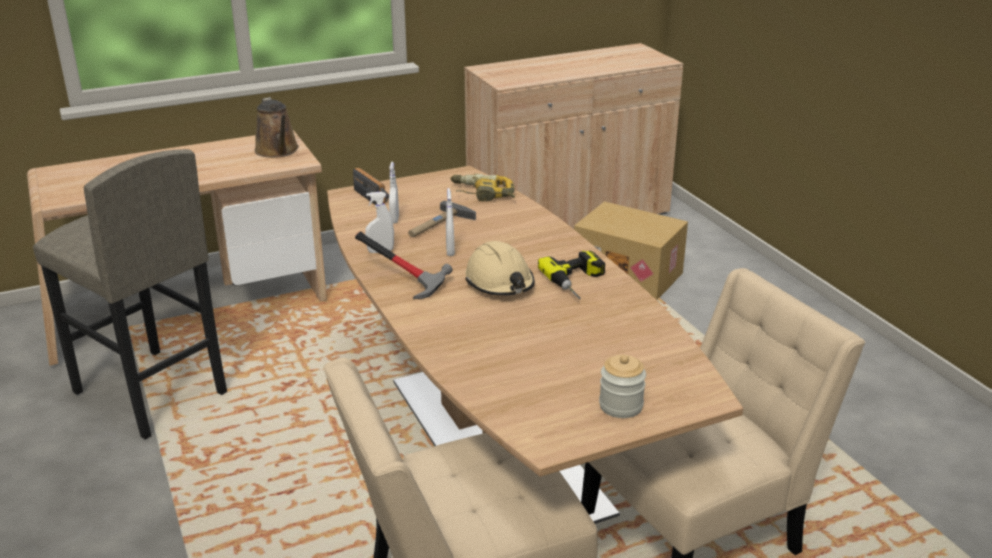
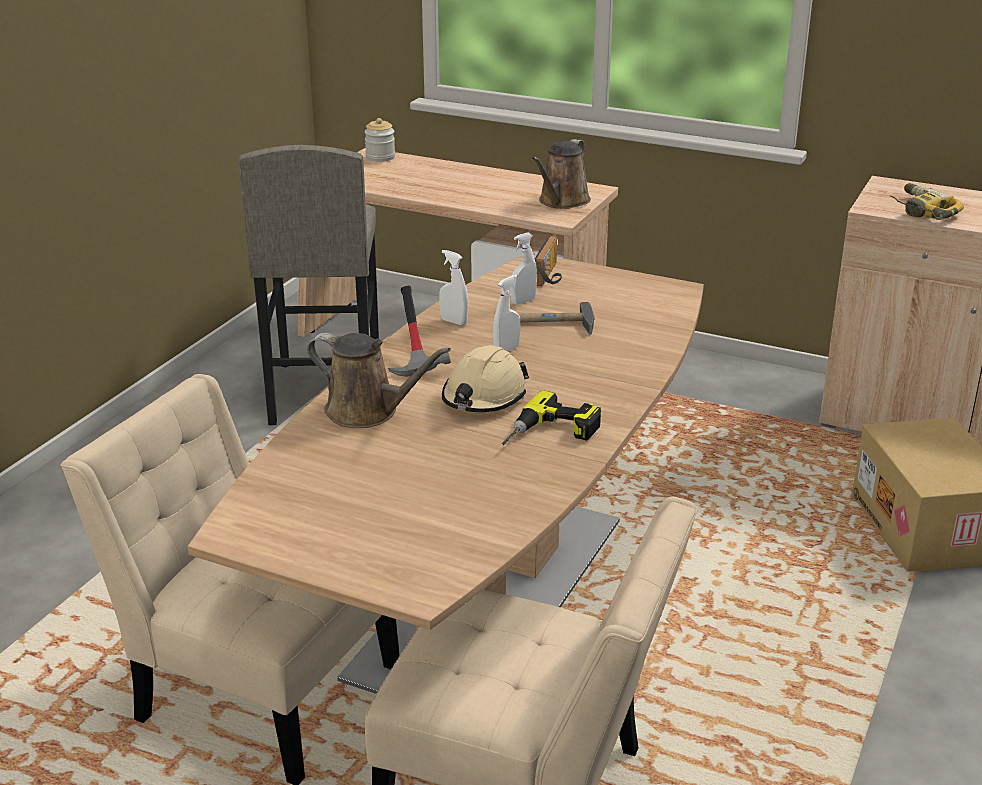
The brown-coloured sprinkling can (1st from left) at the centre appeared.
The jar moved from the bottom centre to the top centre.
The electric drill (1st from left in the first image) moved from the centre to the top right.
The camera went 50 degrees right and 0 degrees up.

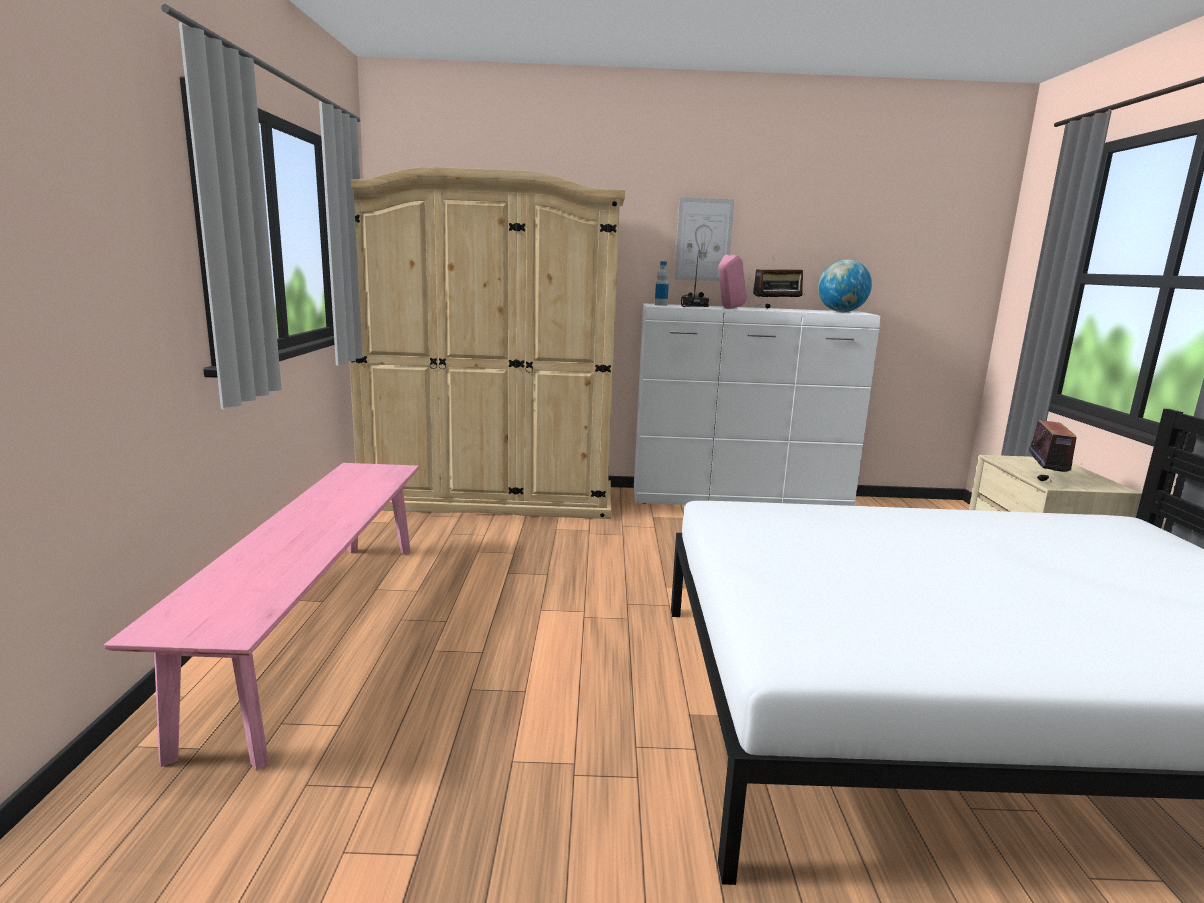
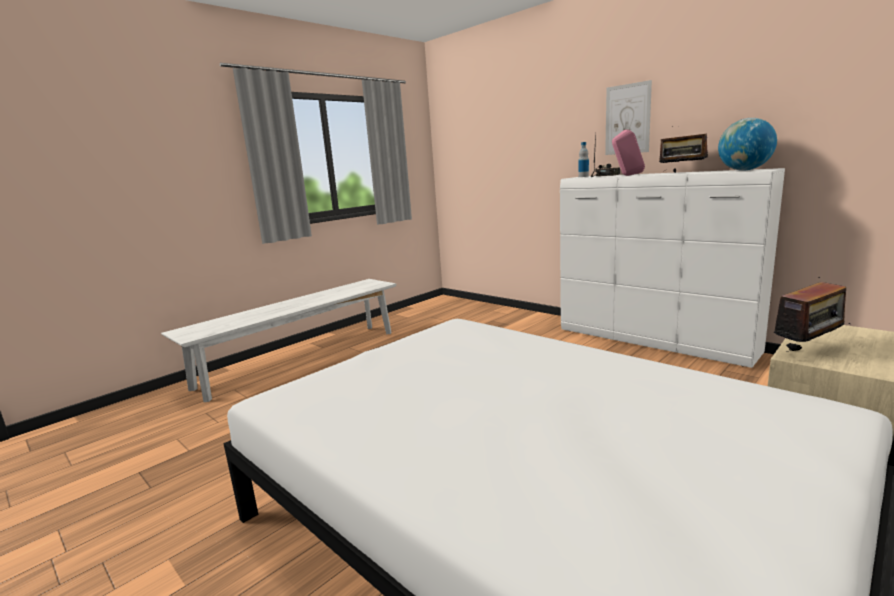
The pink long seat at the bottom left became the white-coloured long seat at the middle left.
The sand-coloured armoire at the centre disappeared.
The camera went 45 degrees right and 0 degrees up.

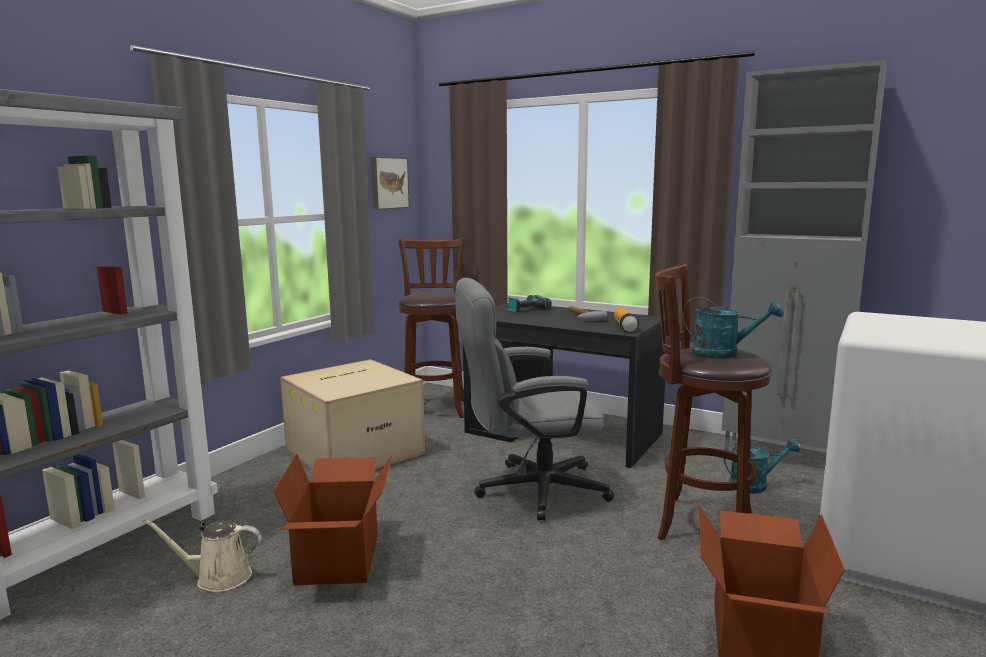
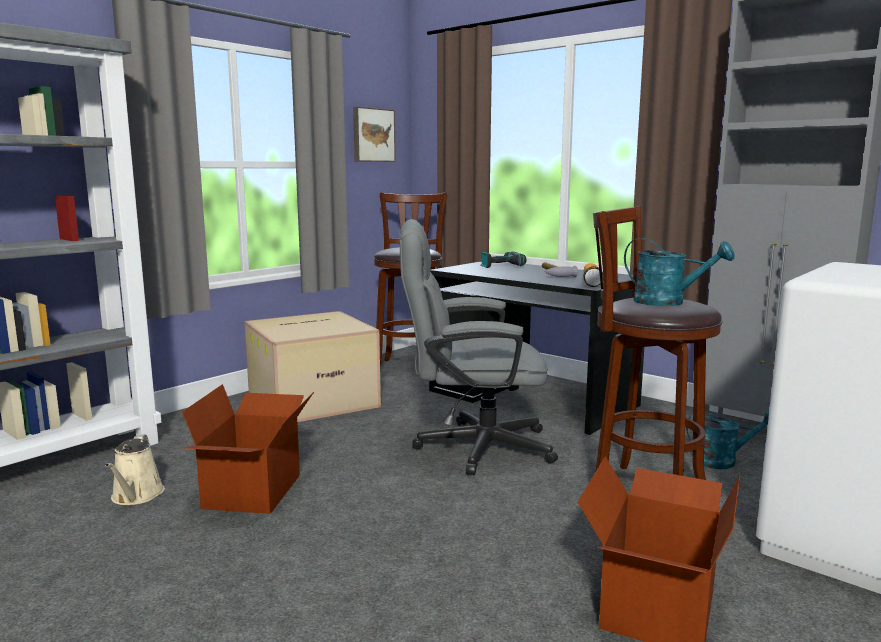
The sand-coloured sprinkling can at the bottom left turned 105 degrees counterclockwise.
The camera went 10 degrees right and 0 degrees up.

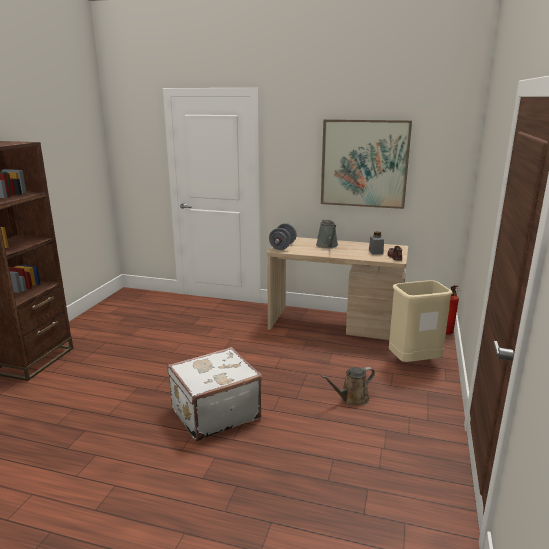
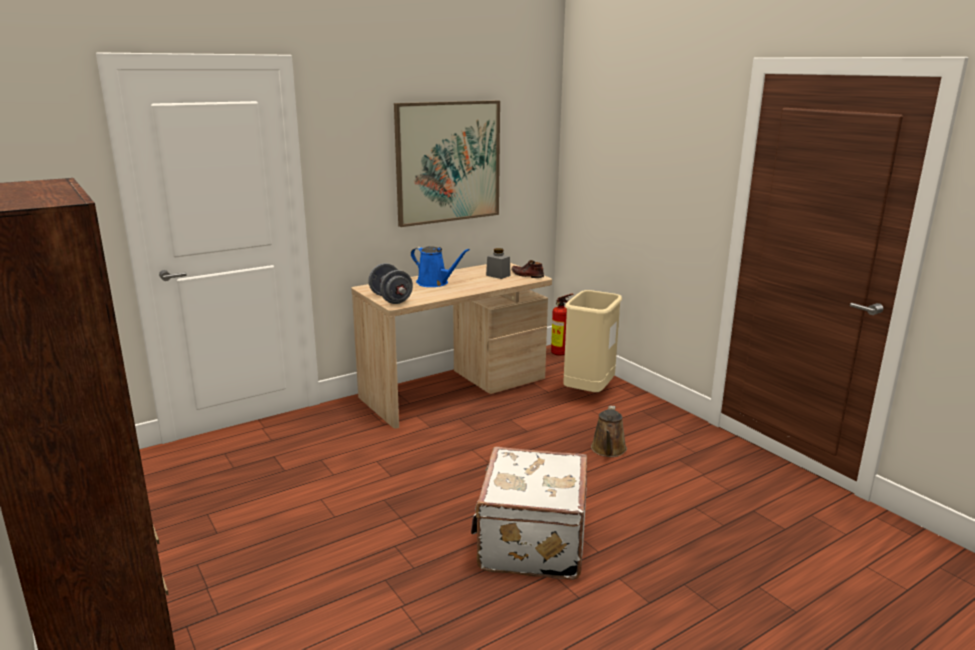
The grey sprinkling can at the centre became the blue sprinkling can at the centre.
The camera went 50 degrees left and 0 degrees up.

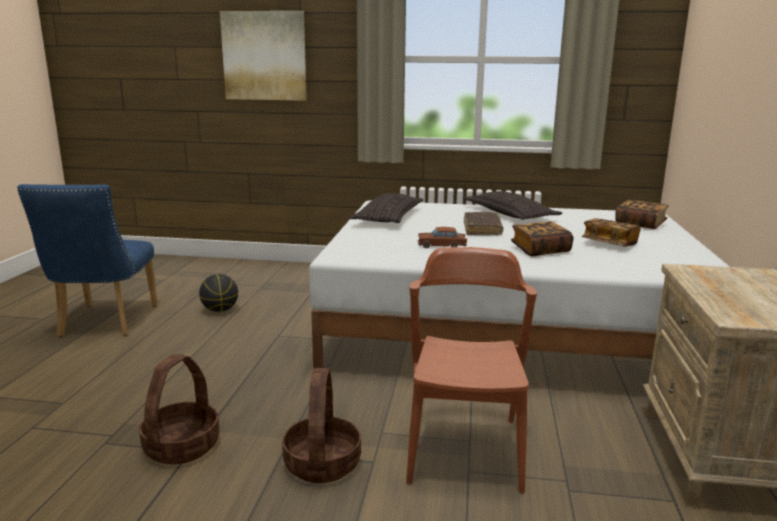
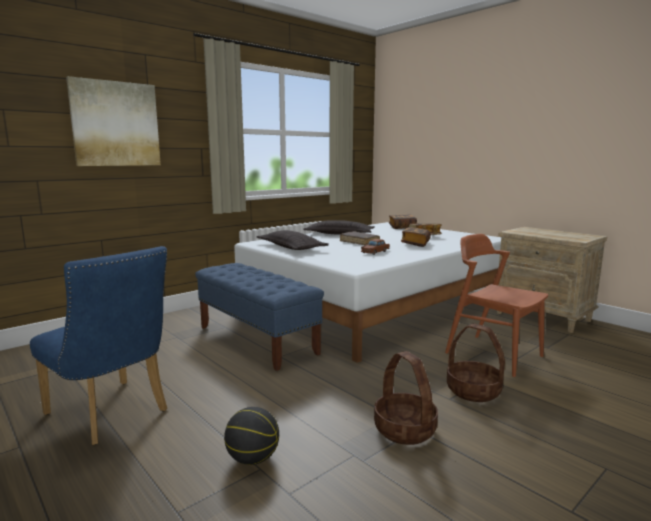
The blue long seat at the centre appeared.
The basketball ball moved from the middle left to the bottom centre.
The camera went 50 degrees left and 5 degrees down.

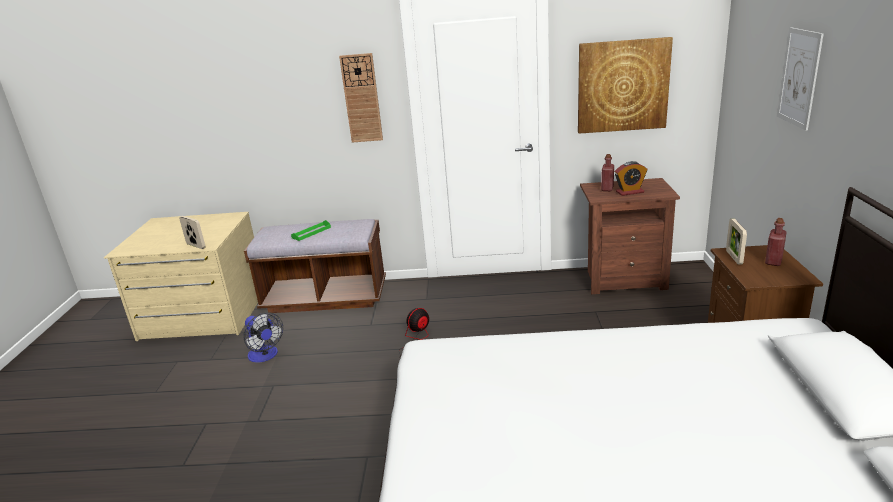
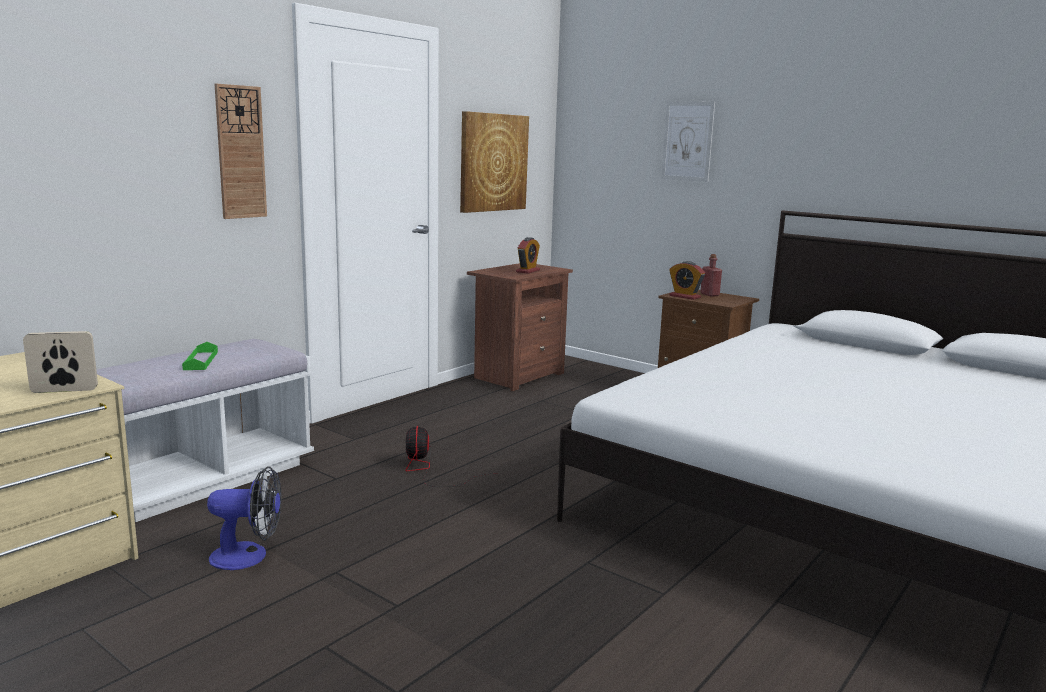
The brown-coloured long seat at the centre became the white-coloured long seat at the middle left.
The picture frame (2nd from left) at the middle right was replaced by the bedside clock (2nd from left) at the centre.
The reddish bottle (1st from left) at the middle right disappeared.
The camera went 55 degrees left and 10 degrees down.

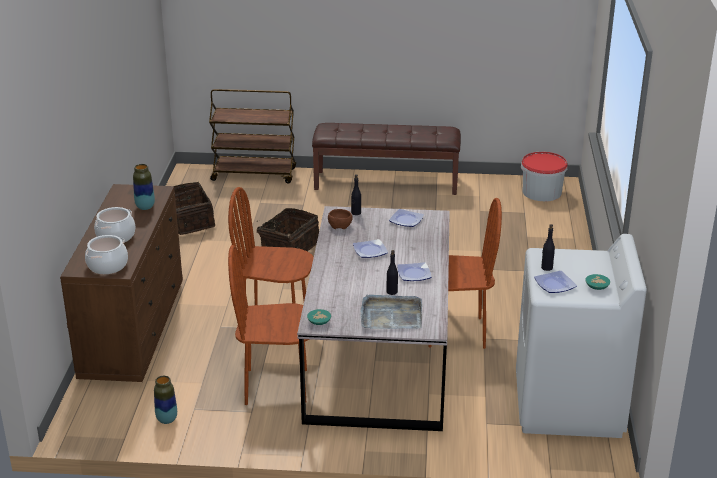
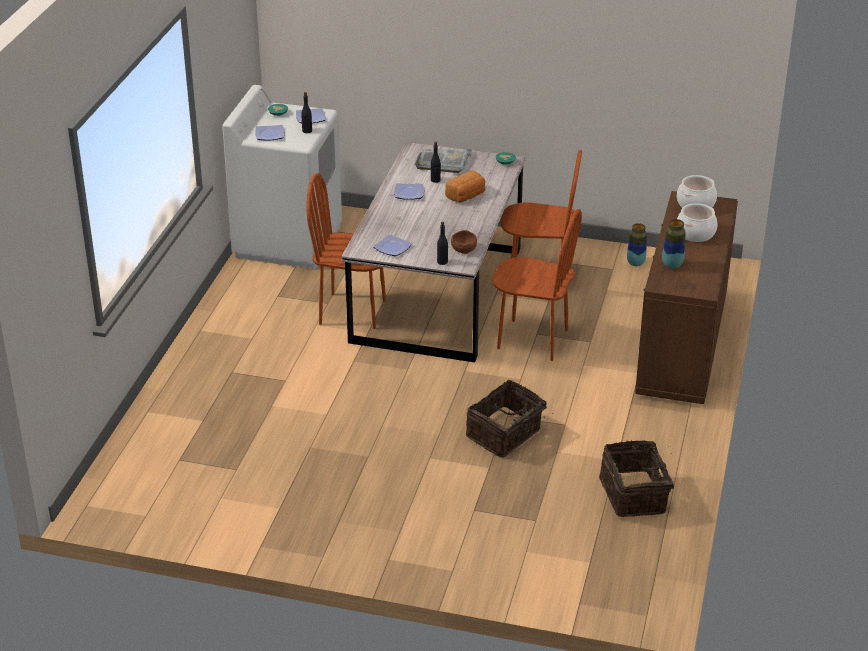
The dinner plate (1st from left) moved from the centre to the top left.
The bread at the top centre appeared.
The brown-coloured wheeled cart at the top centre disappeared.
The brown-coloured long seat at the top centre disappeared.
The pail at the middle right disappeared.
The camera went 170 degrees left and 5 degrees up.

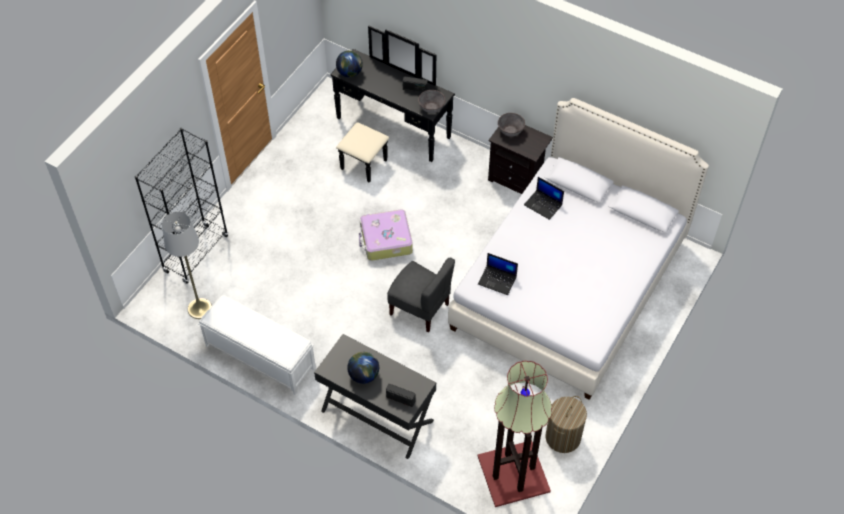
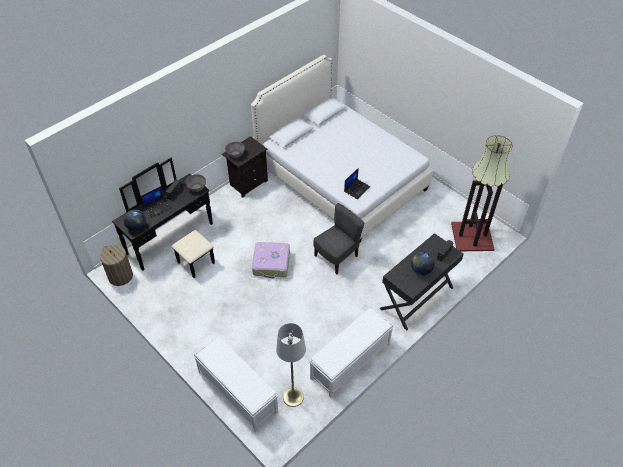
The laundry basket moved from the bottom right to the middle left.
The laptop (2nd from left in the first image) moved from the centre to the middle left.
The blackish bookshelf at the middle left was replaced by the white-coloured long seat (1st from left) at the bottom centre.
The camera went 75 degrees left and 5 degrees down.

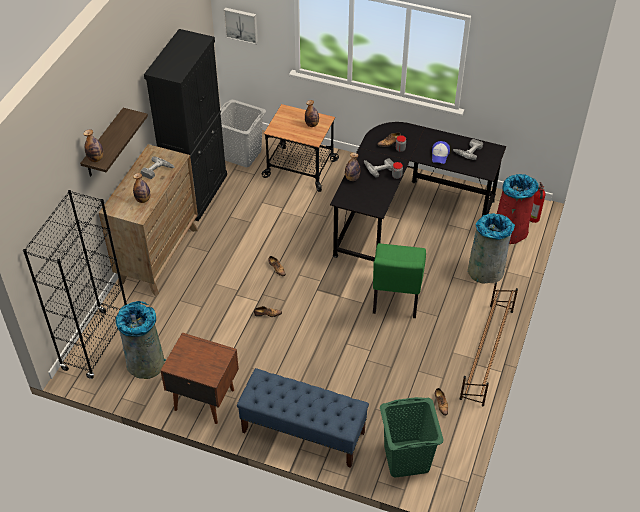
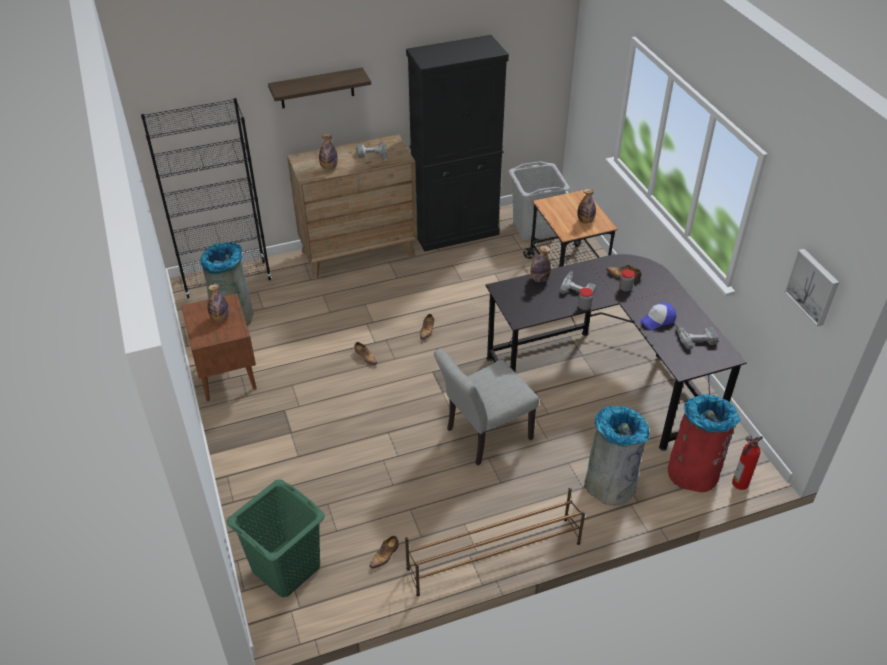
The bottle (1st from left) moved from the top left to the middle left.
The green-coloured upright chair at the centre became the grey upright chair at the centre.
The wall art moved from the top centre to the middle right.
The blue long seat at the bottom centre disappeared.
The camera went 50 degrees right and 5 degrees down.

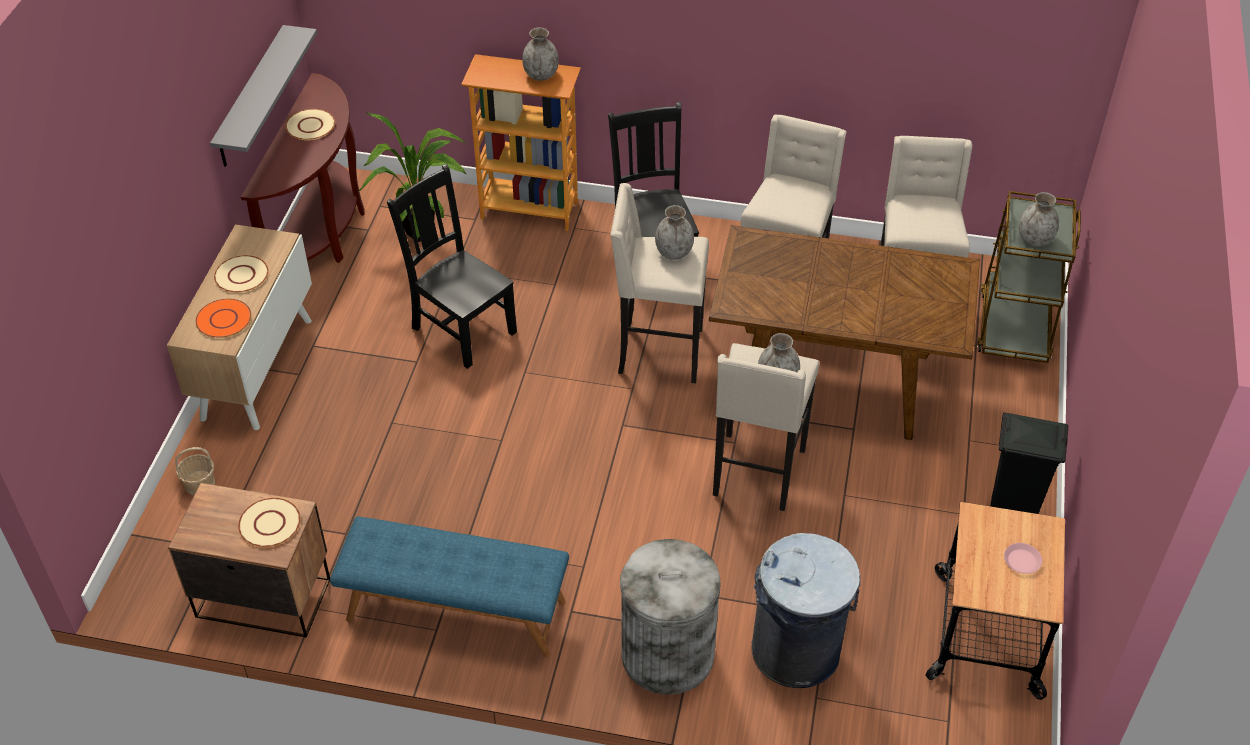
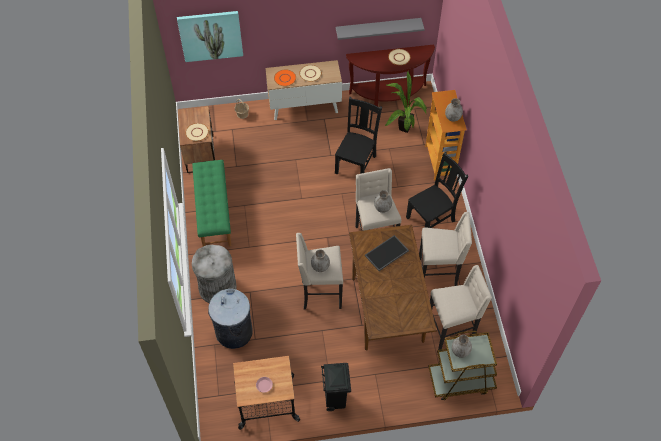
The wall art at the top left appeared.
The blue long seat at the bottom centre became the green-coloured long seat at the middle left.
The carrying tray at the centre appeared.
The camera went 70 degrees right and 10 degrees up.

